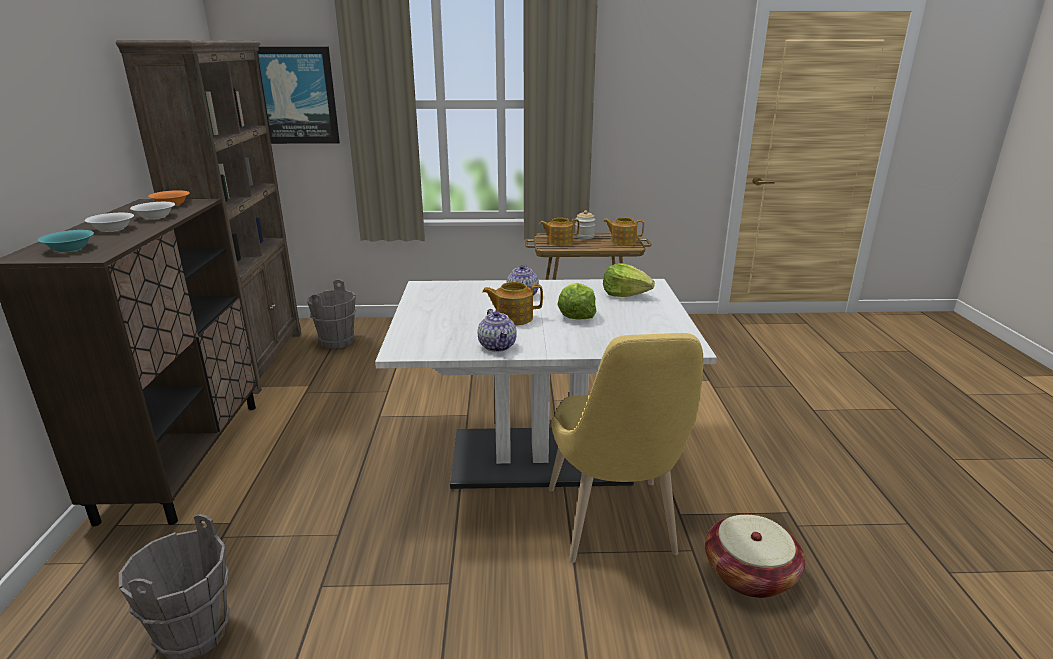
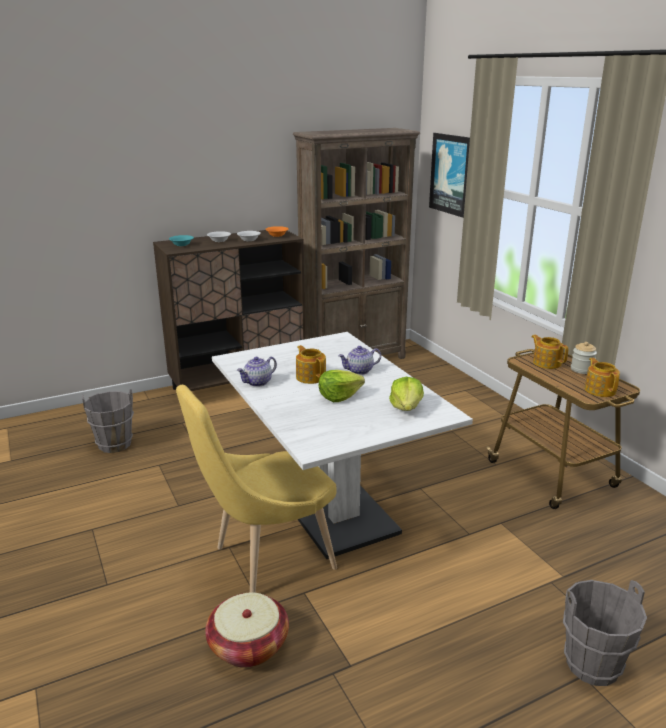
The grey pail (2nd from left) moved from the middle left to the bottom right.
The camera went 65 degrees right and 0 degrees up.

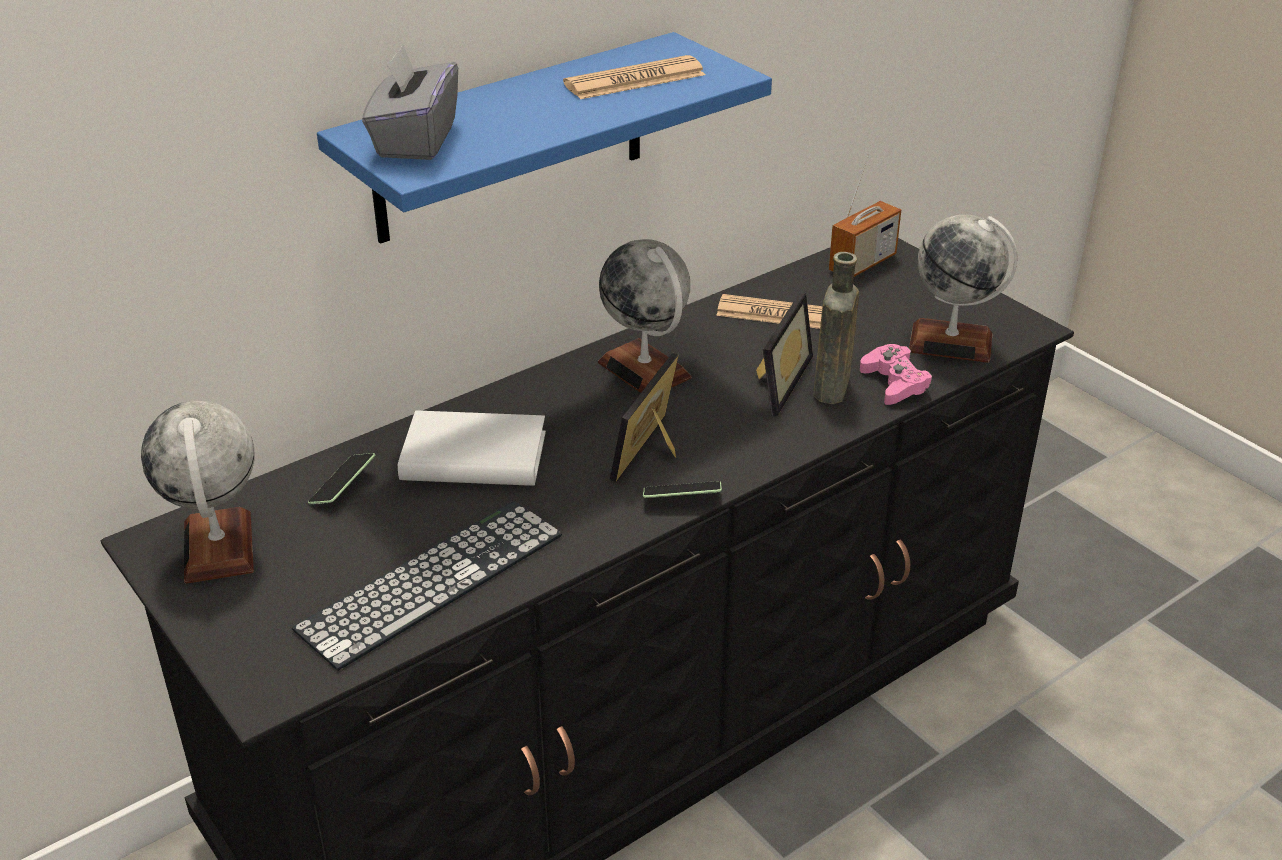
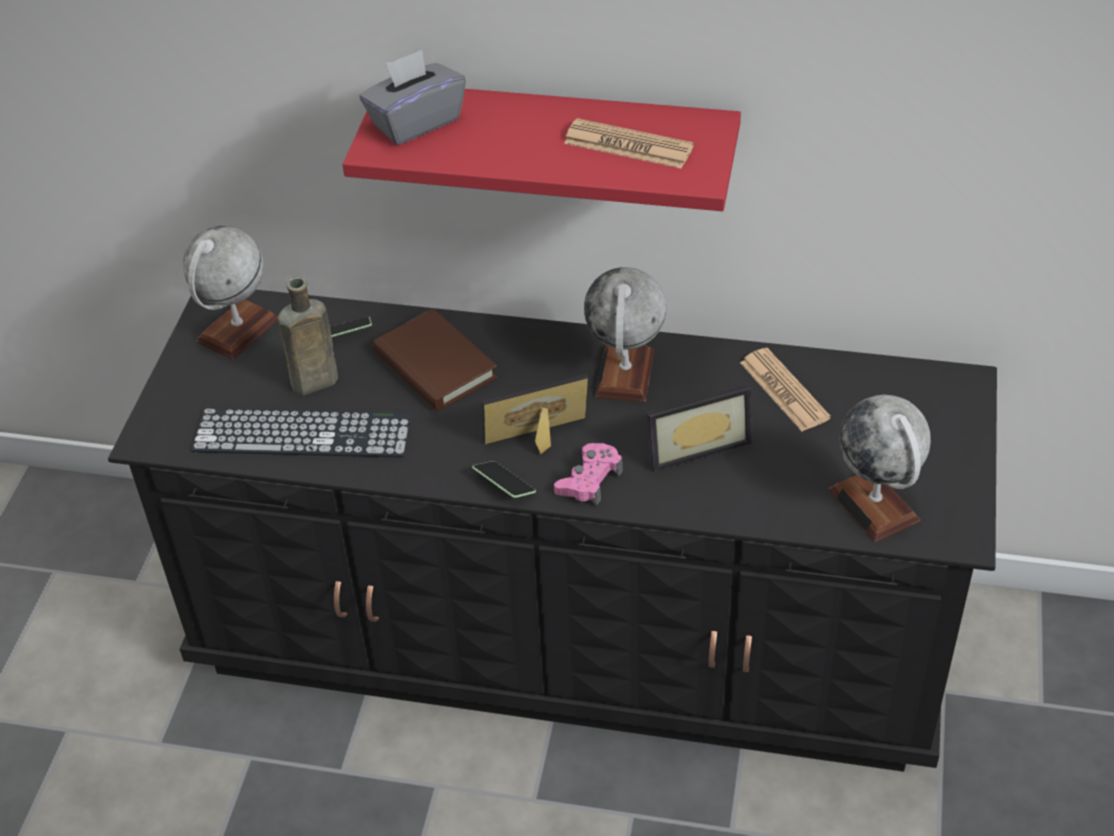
The brown-coloured bottle moved from the centre to the middle left.
The blue wall shelf at the top centre became the reddish wall shelf at the top centre.
The white-coloured book at the centre became the brown-coloured book at the centre.
The pink game controller moved from the middle right to the centre.
The radio receiver at the top right disappeared.
The camera went 50 degrees right and 10 degrees up.

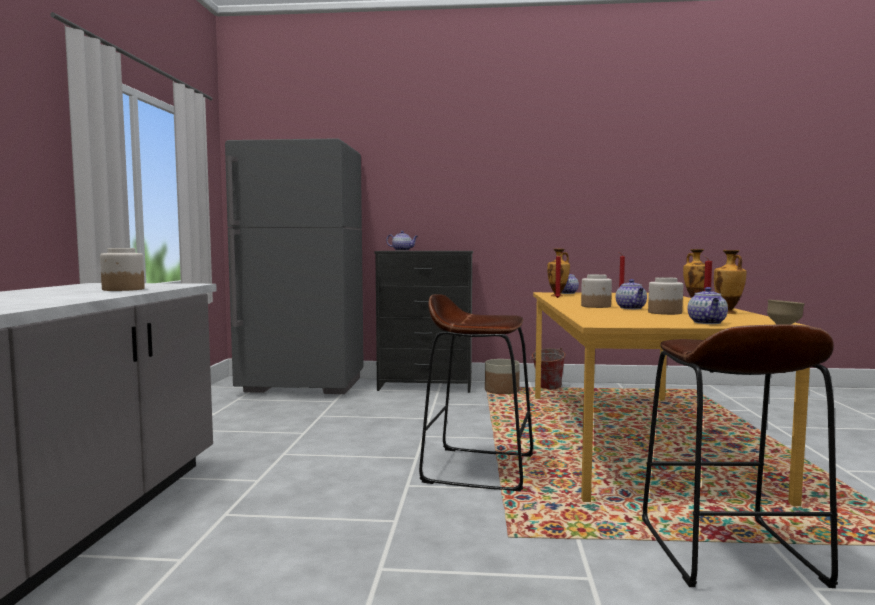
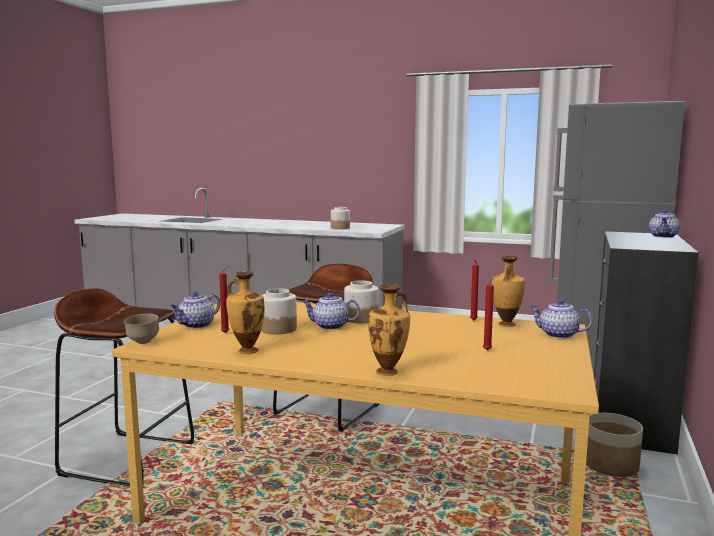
The pot for tea (4th from left in the first image) at the middle right turned 75 degrees counterclockwise.
The pail at the centre disappeared.
The camera went 105 degrees right and 5 degrees up.

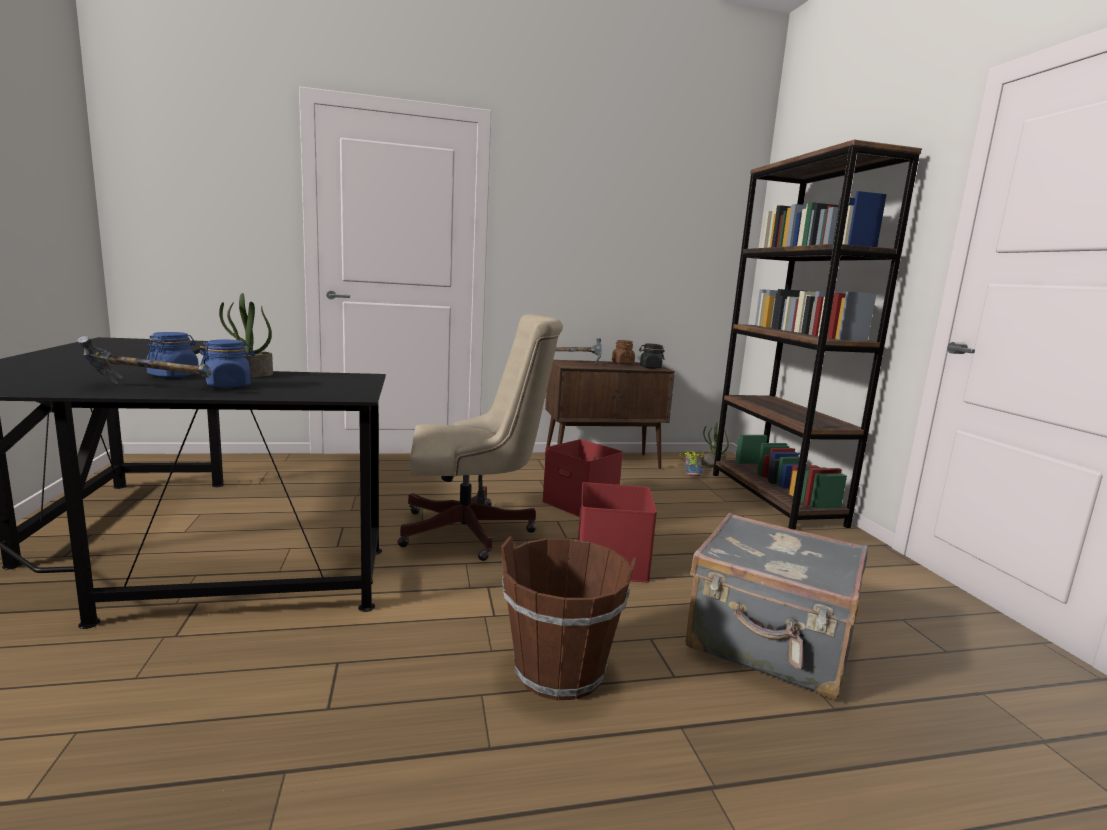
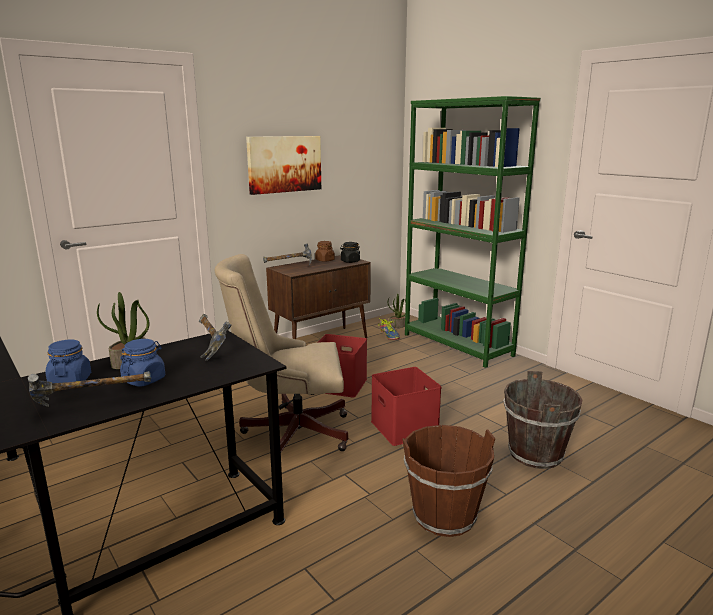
The hand hammer (2nd from left) at the middle left appeared.
The sand-coloured desk chair at the centre turned 150 degrees counterclockwise.
The wall art at the top centre appeared.
The brown-coloured bookshelf at the middle right became the green-coloured bookshelf at the centre.
The grey travel case at the bottom right was replaced by the brown-coloured pail (2nd from left) at the bottom right.
The camera went 25 degrees left and 5 degrees up.

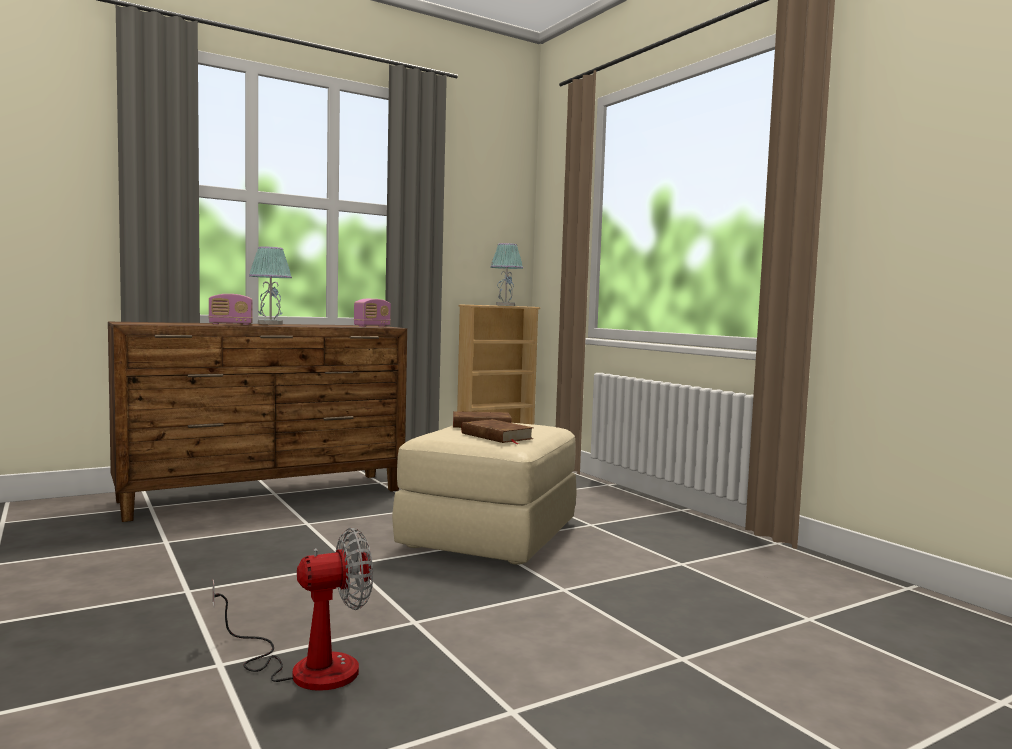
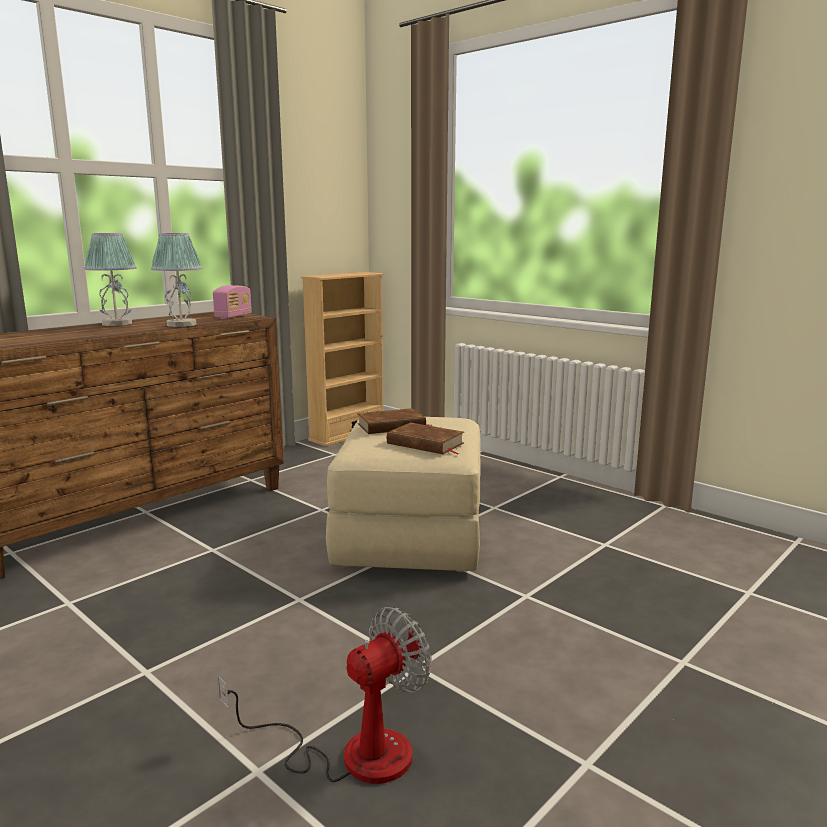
The lamp for a table (2nd from left) moved from the centre to the middle left.
The radio receiver (1st from left) at the middle left disappeared.
The camera went 15 degrees left and 10 degrees up.

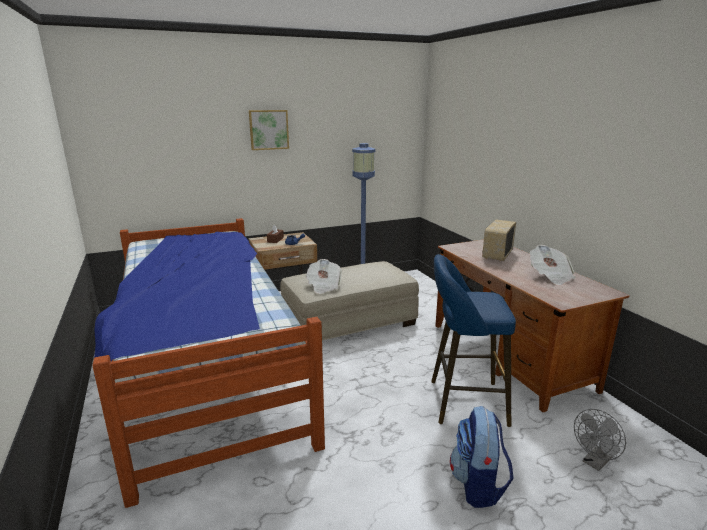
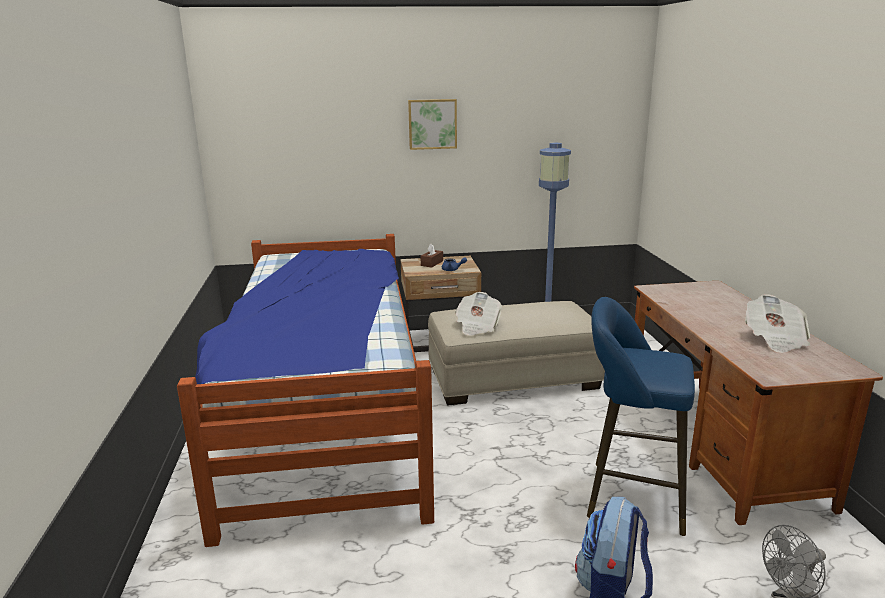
The radio receiver at the middle right disappeared.
The camera went 15 degrees right and 0 degrees up.

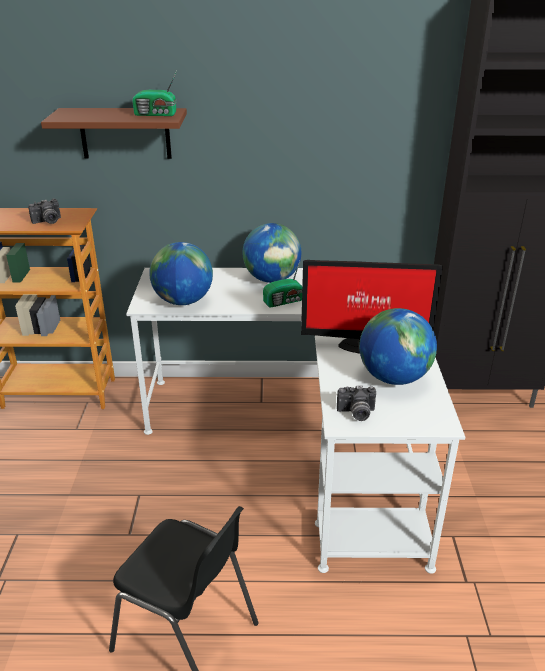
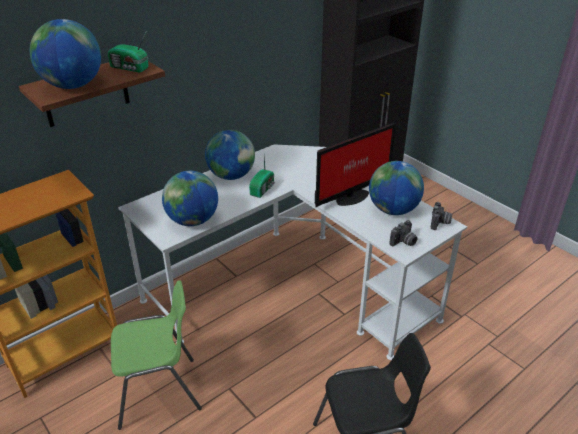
The world globe (1st from left) at the top left appeared.
The radio receiver (1st from left) at the top left turned 60 degrees clockwise.
The green-coloured upright chair at the bottom left appeared.
The photo camera (1st from left in the first image) moved from the top left to the middle right.
The camera went 40 degrees left and 5 degrees up.

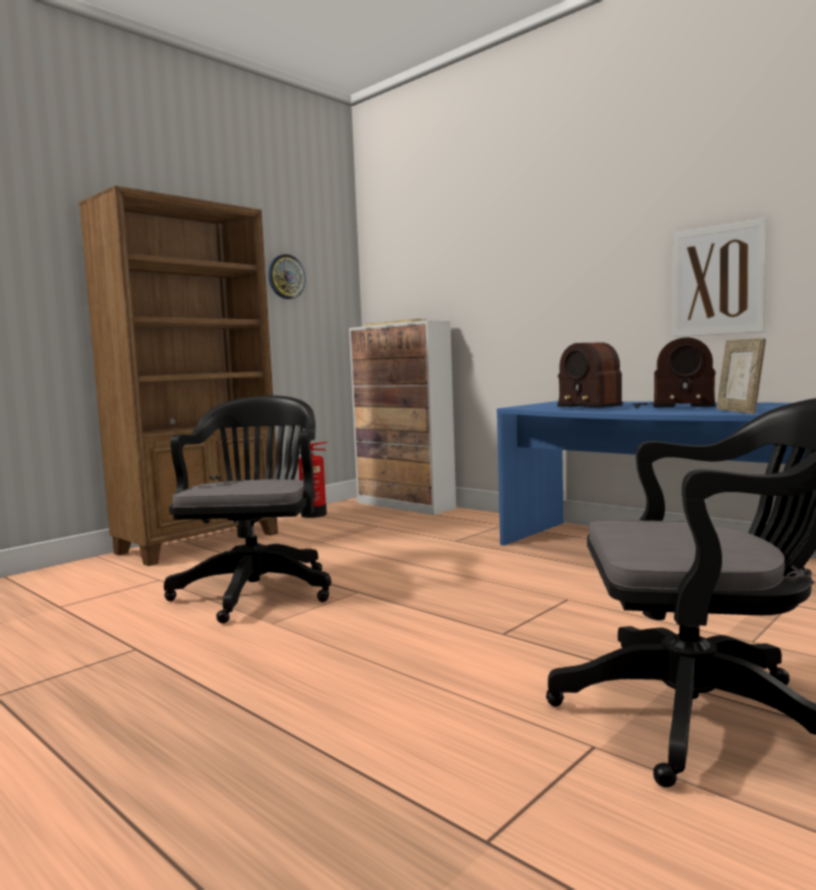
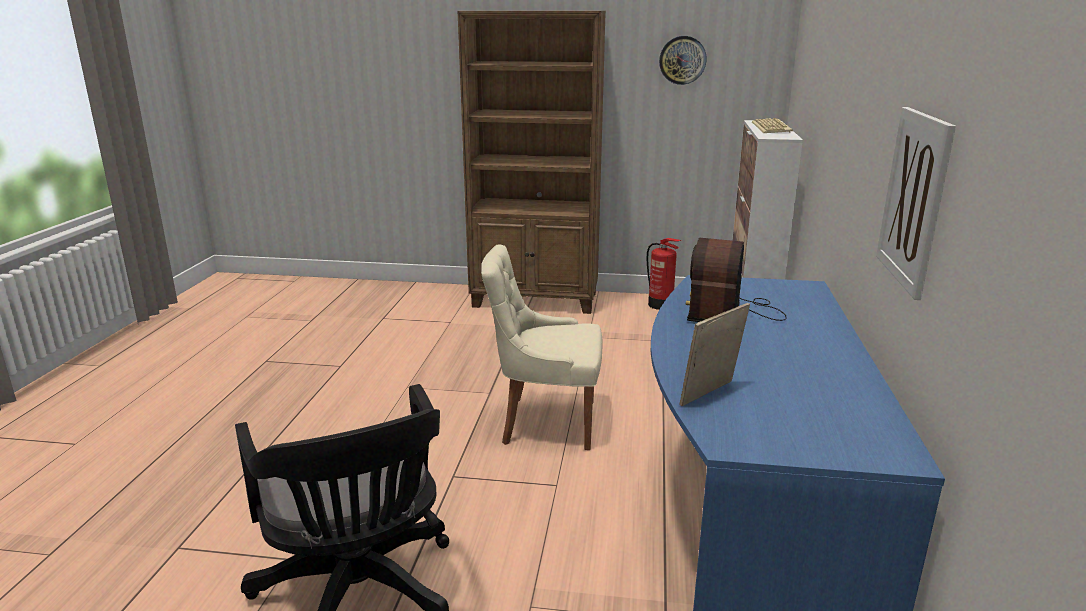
The sand-coloured upright chair at the centre appeared.
The blackish desk chair (1st from left) at the middle left disappeared.
The radio receiver (2nd from left) at the middle right disappeared.
The camera went 55 degrees right and 15 degrees up.

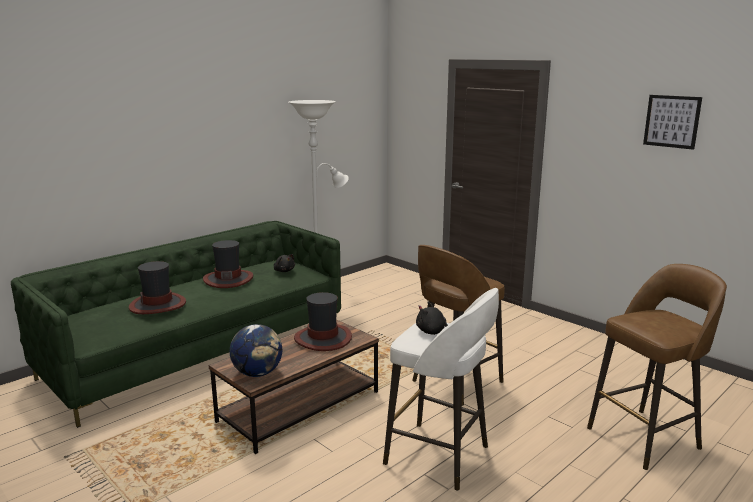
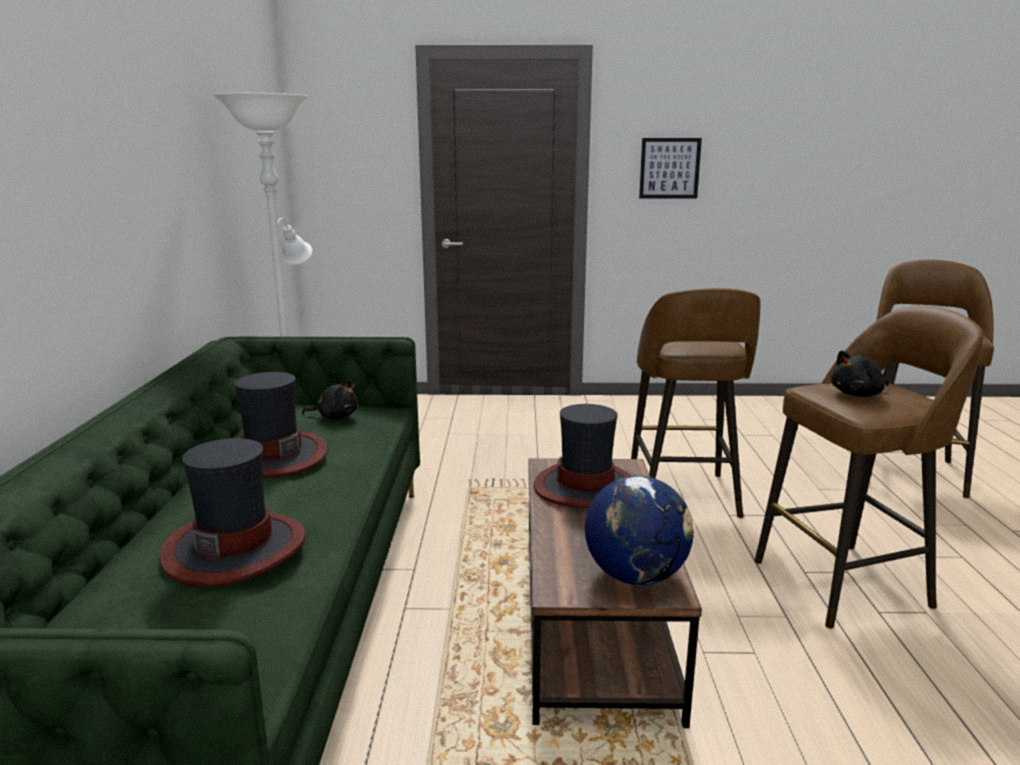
The wall art moved from the top right to the top centre.
The white-coloured stool seat at the bottom centre became the brown-coloured stool seat (2nd from left) at the middle right.
The camera went 45 degrees left and 0 degrees up.

